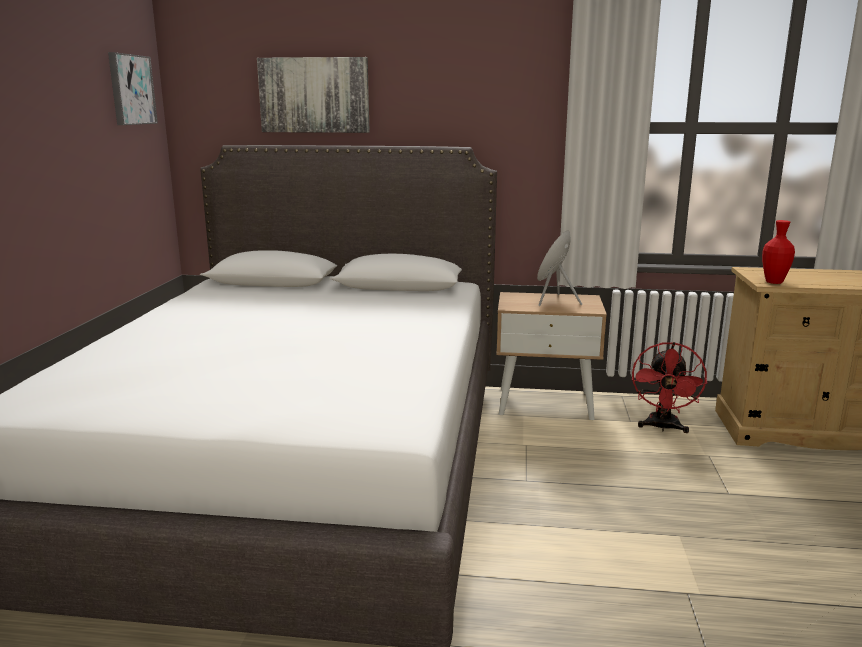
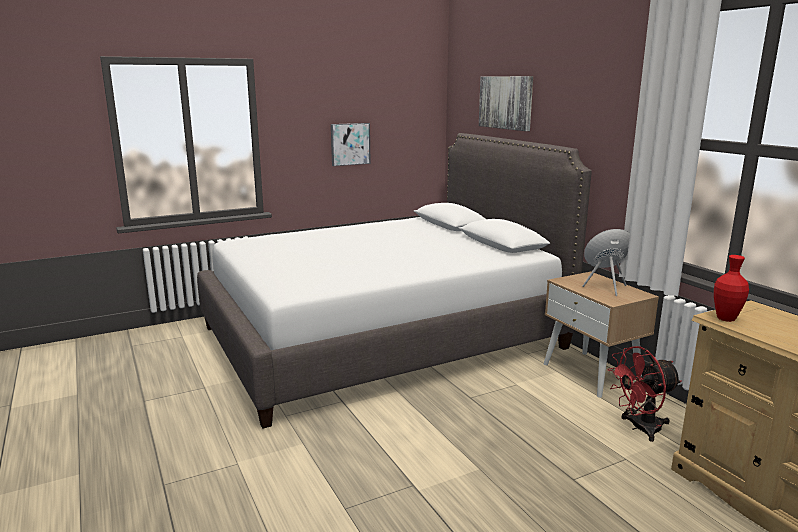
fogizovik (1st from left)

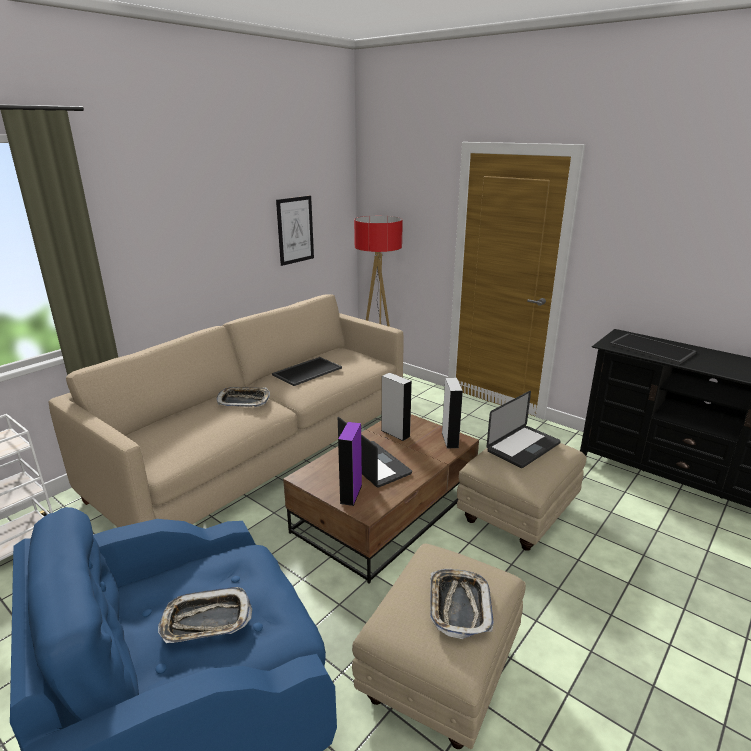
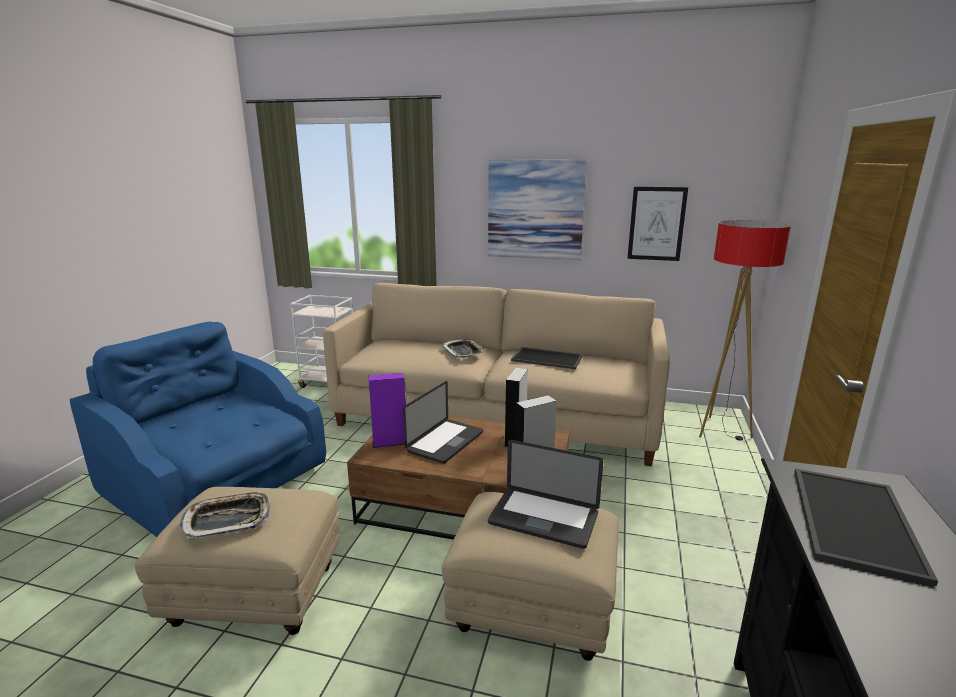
fogizovik (1st from left); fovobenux (1st from left in the first image)

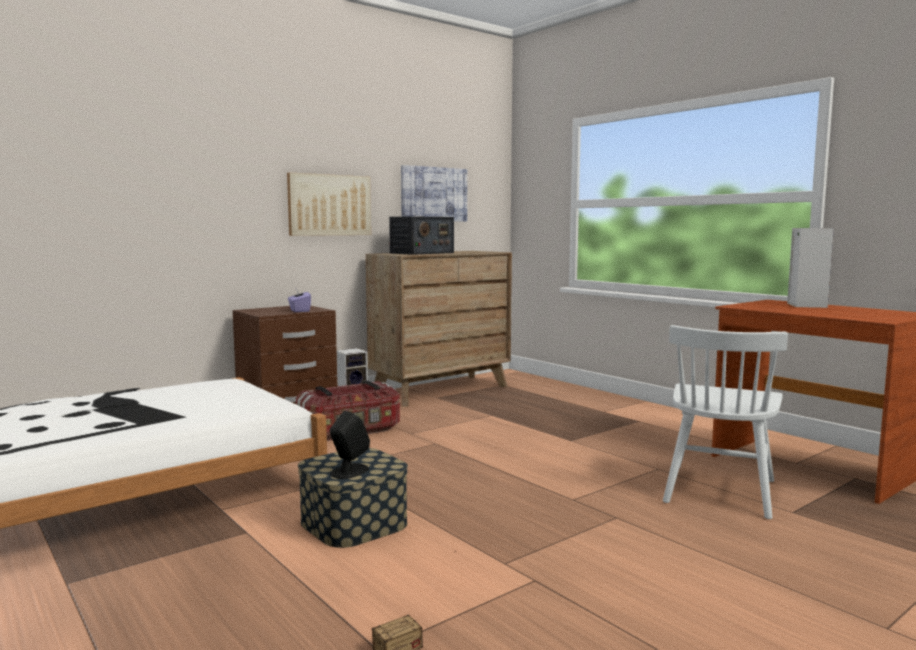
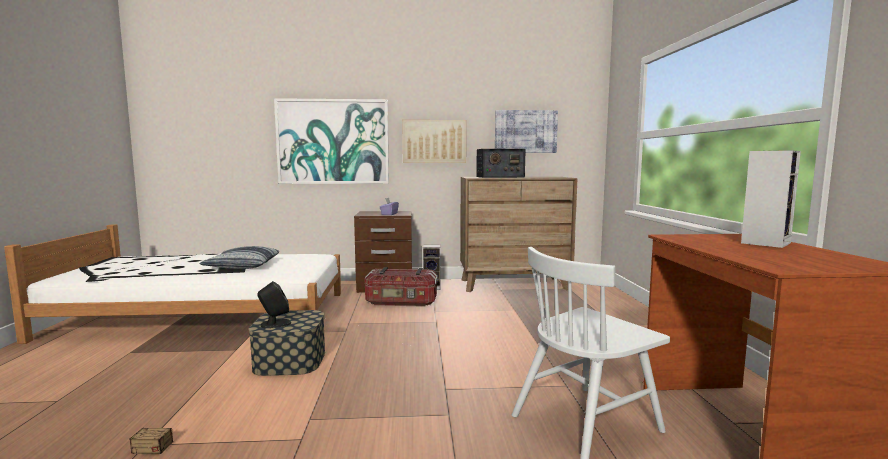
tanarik; fogizovik (1st from left)

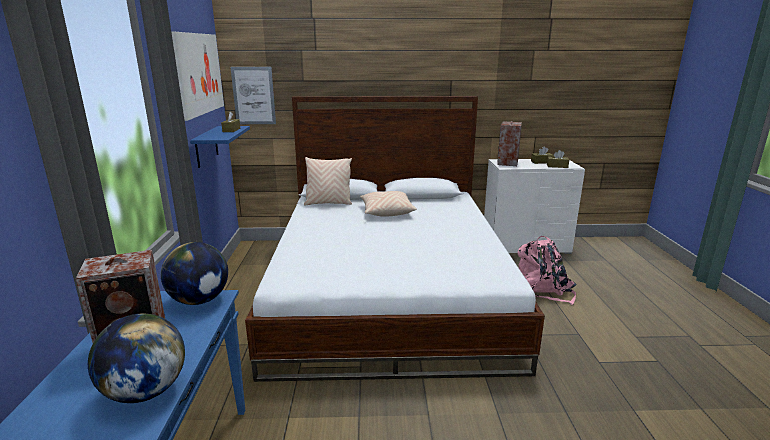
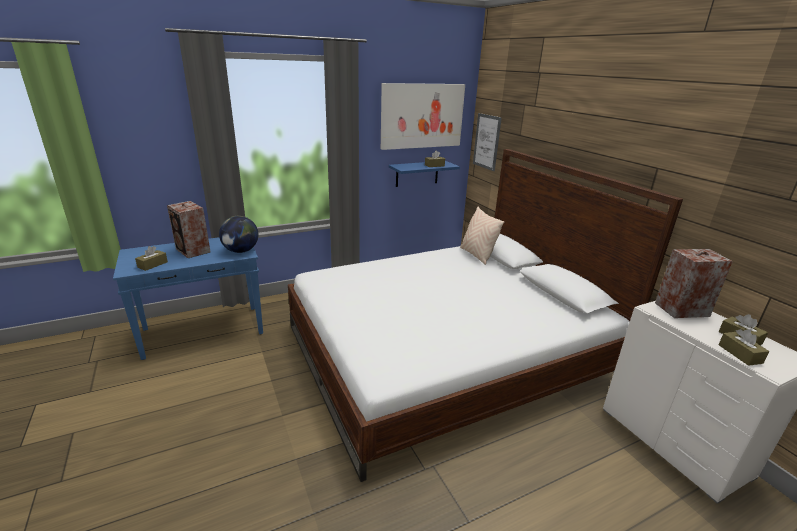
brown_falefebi (1st from left); beige_tanarik (2nd from left in the first image); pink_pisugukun

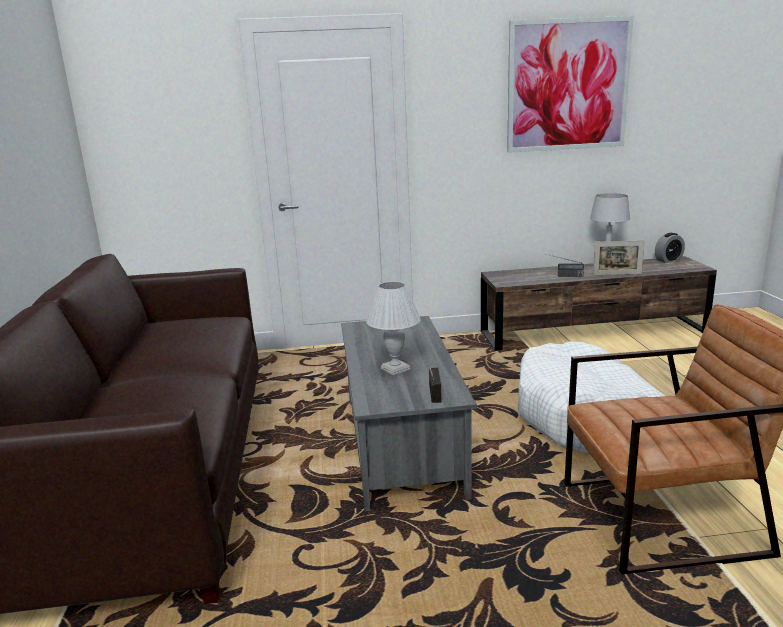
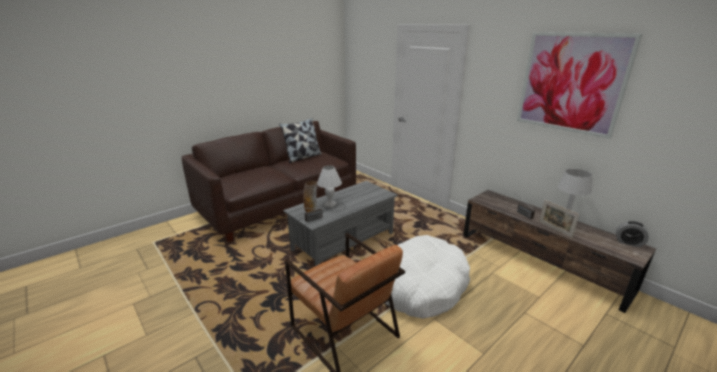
tanarik; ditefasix

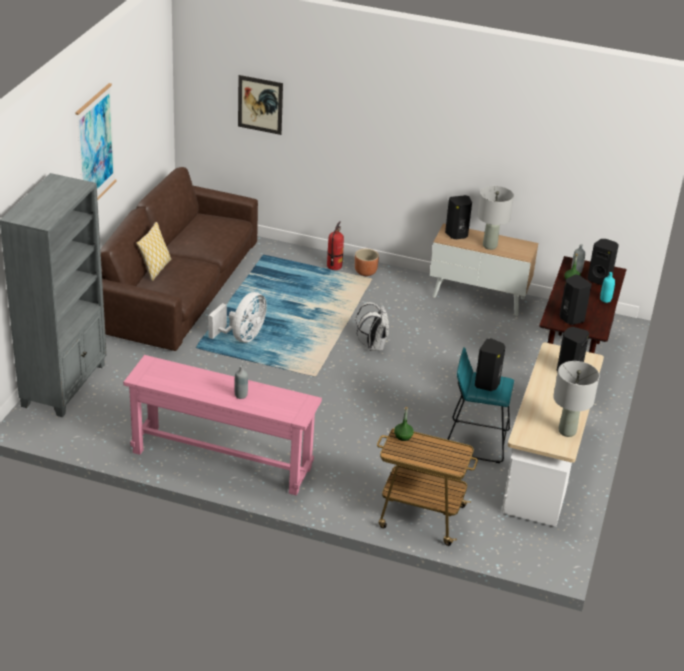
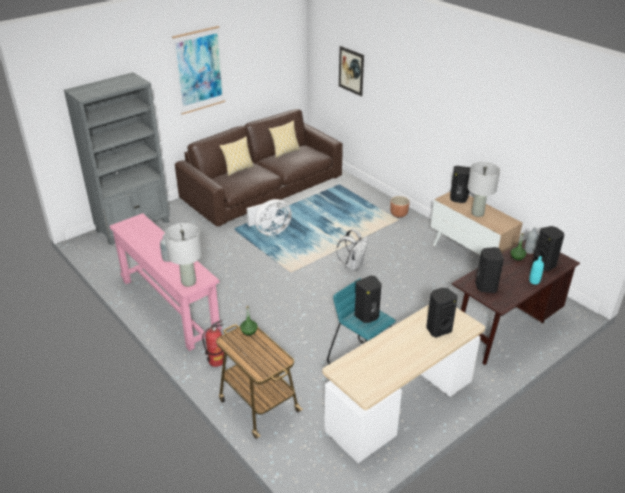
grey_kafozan (1st from left); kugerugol; tanarik (2nd from left)

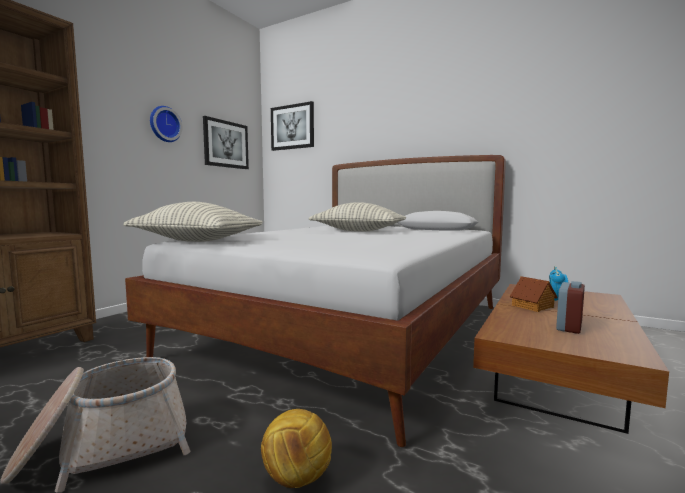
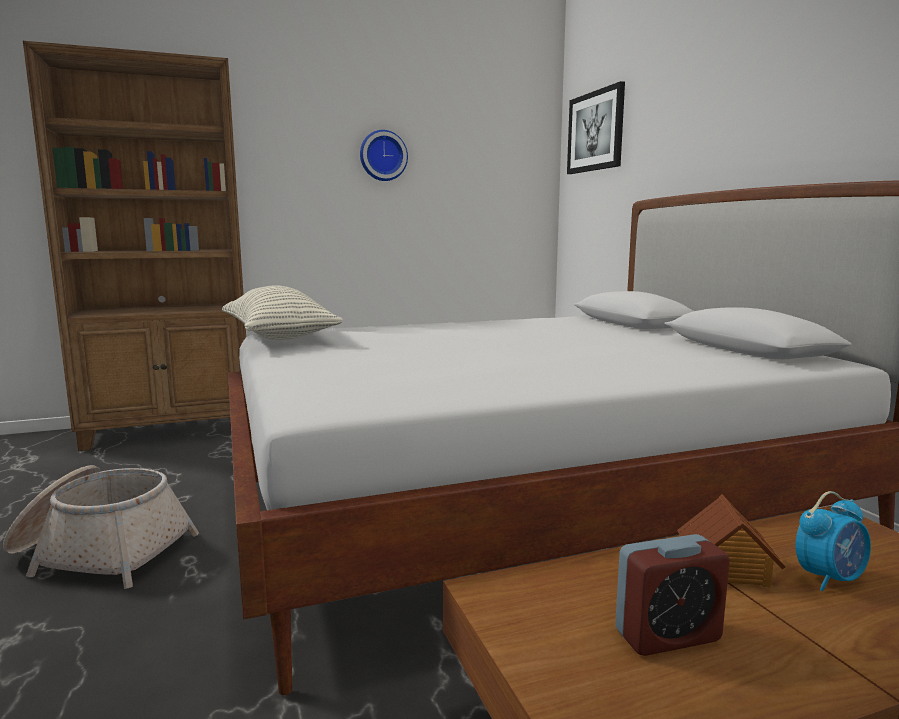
fogizovik (1st from left in the first image); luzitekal; tanarik (2nd from left in the first image)

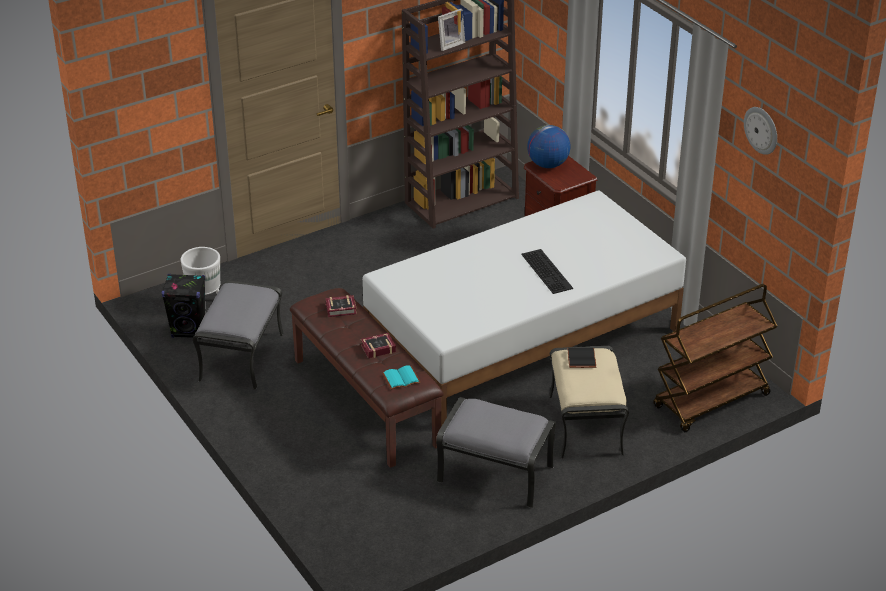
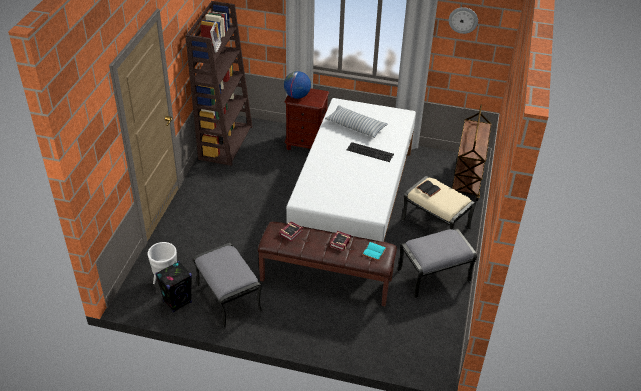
tanarik

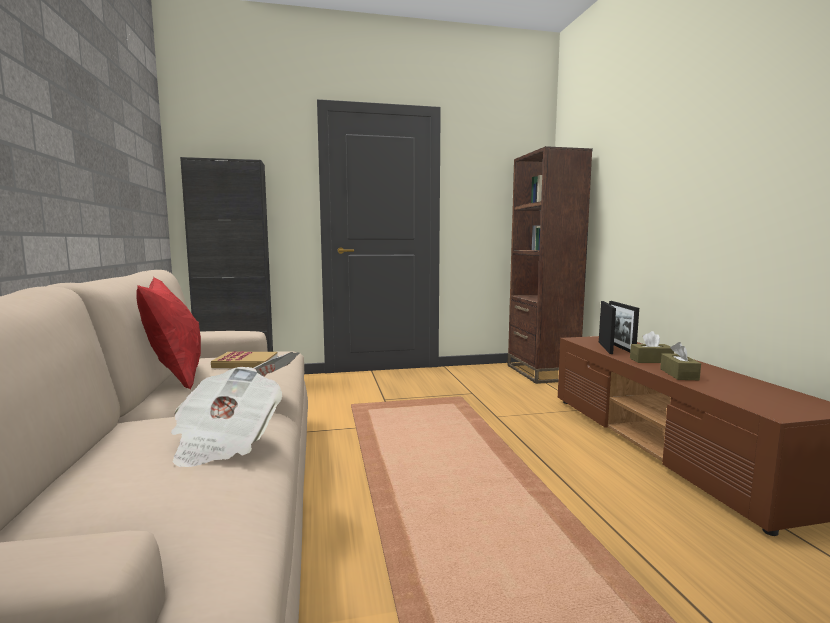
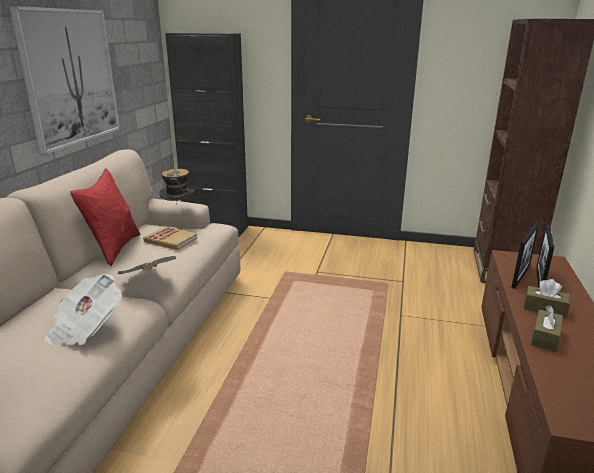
fogizovik; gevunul

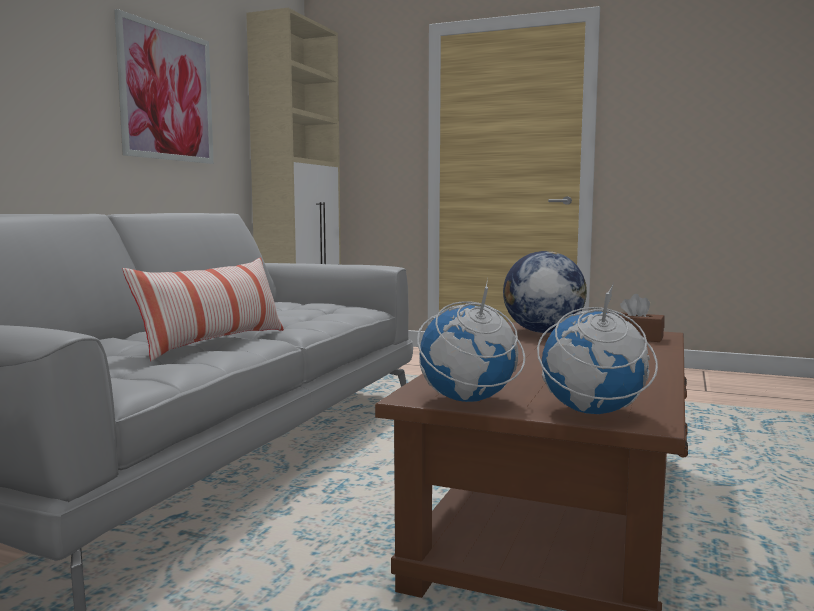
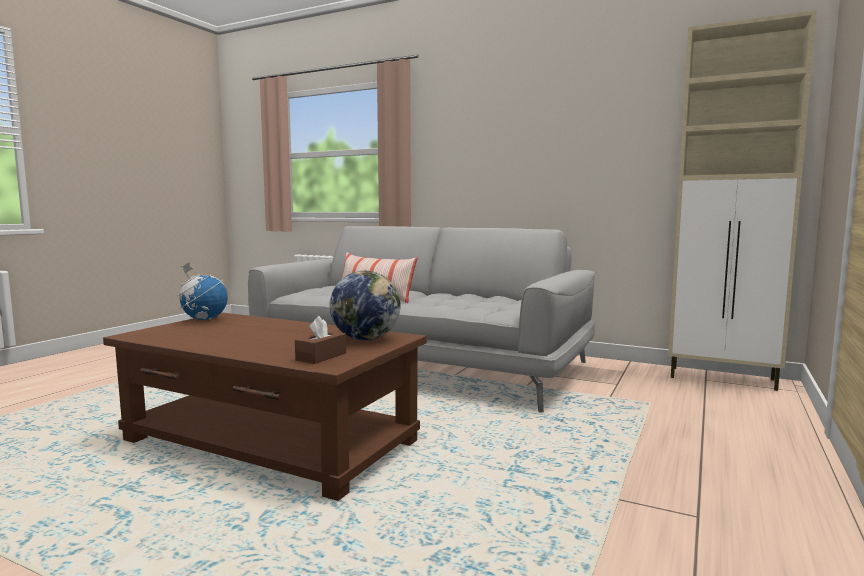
fogizovik; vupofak (3rd from left in the first image)

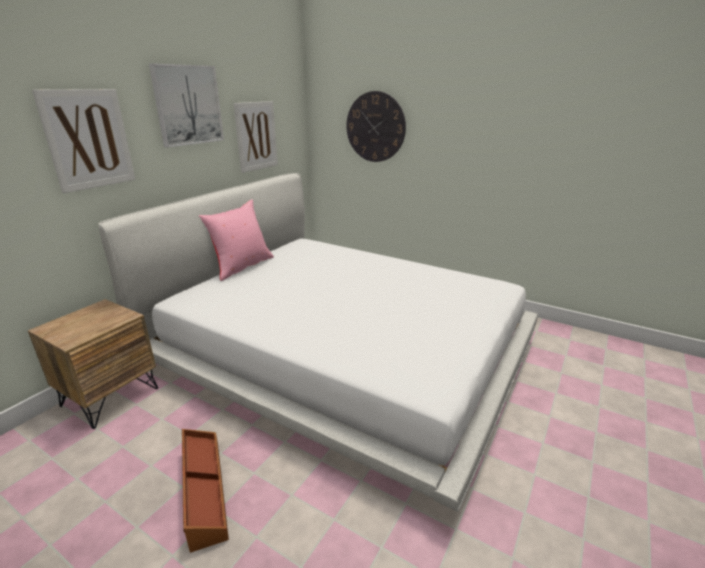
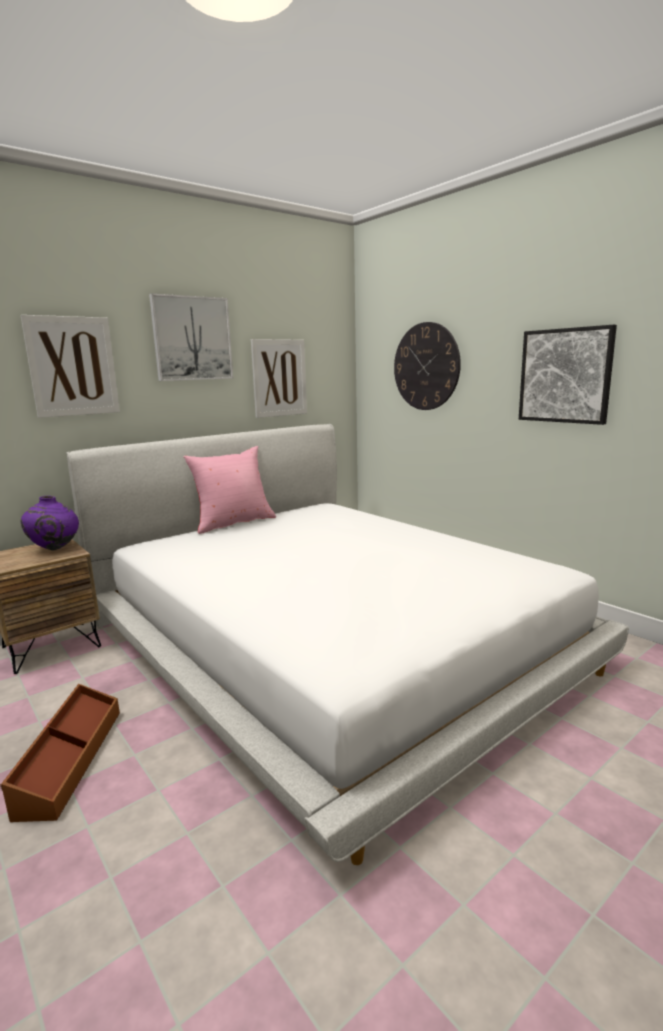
purple_ditefasix; fogizovik (4th from left)

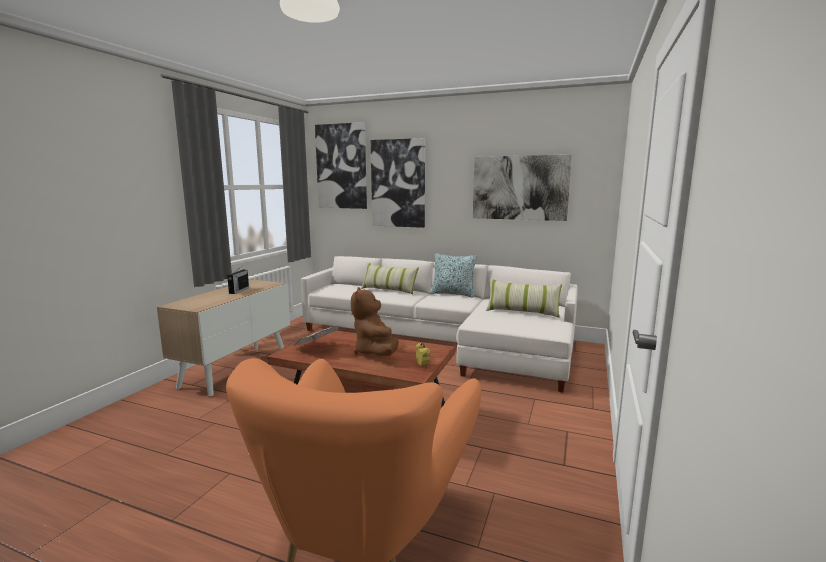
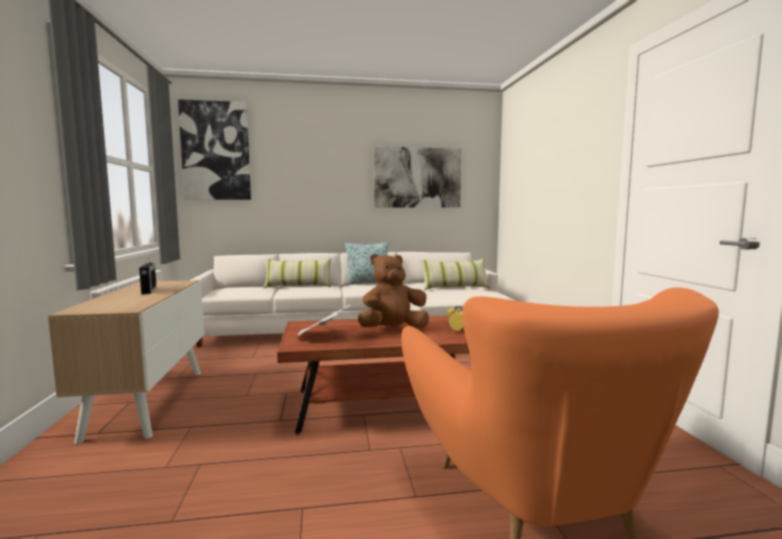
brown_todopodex; fogizovik (2nd from left in the first image)

